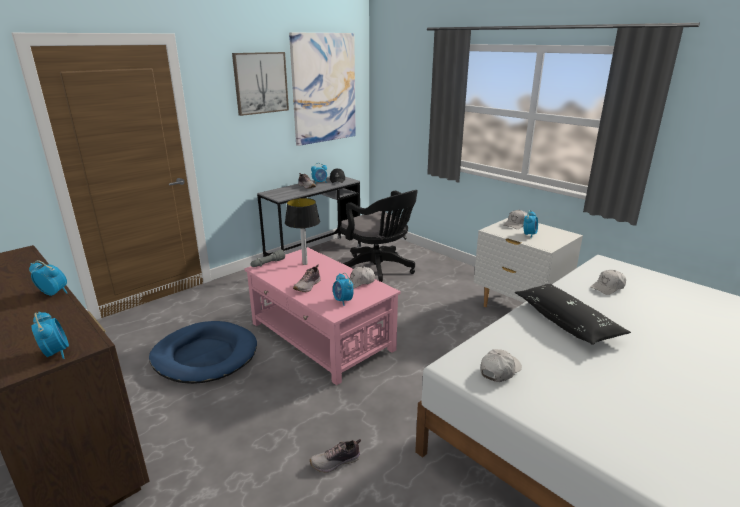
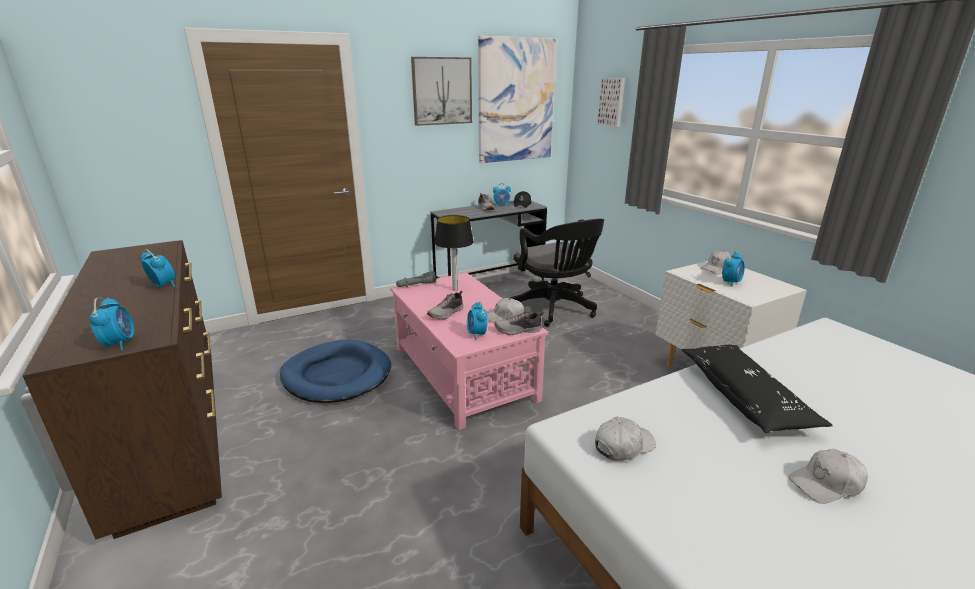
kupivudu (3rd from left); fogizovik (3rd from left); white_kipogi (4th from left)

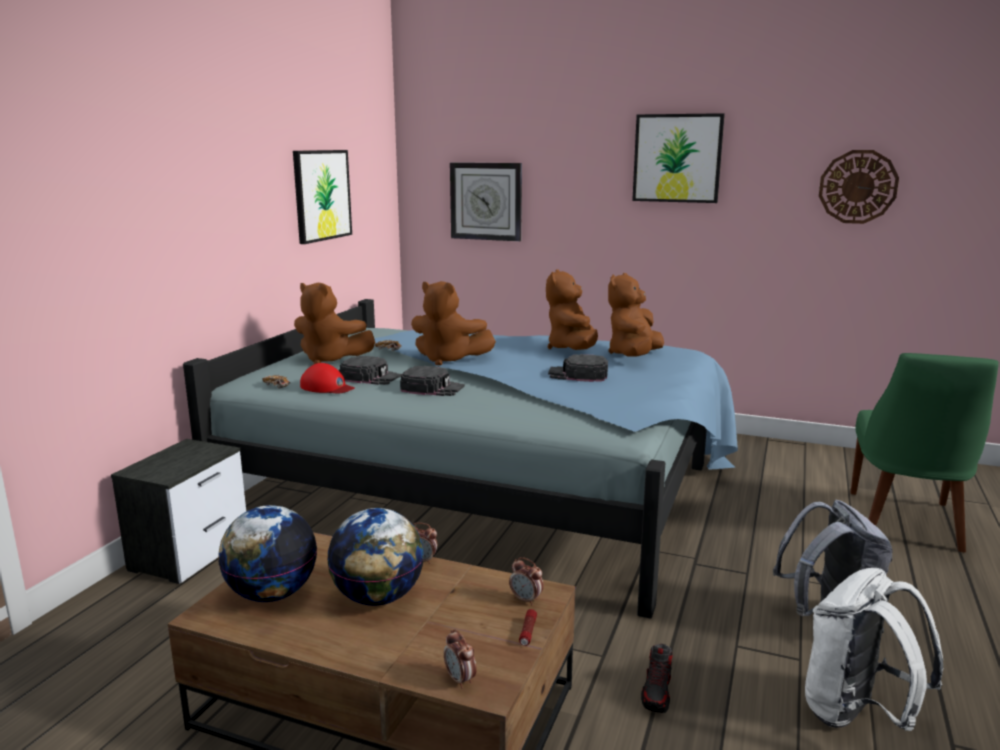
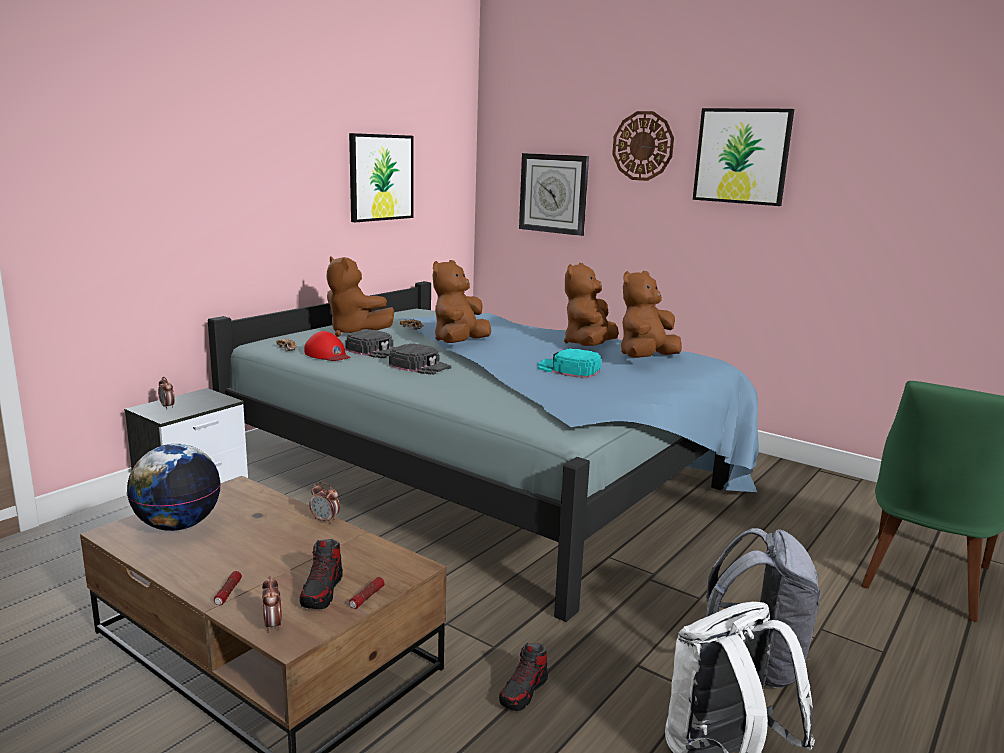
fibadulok (1st from left); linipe (1st from left); kupivudu (1st from left); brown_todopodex (2nd from left); turquoise_kipogi; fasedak (2nd from left); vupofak (2nd from left in the first image)

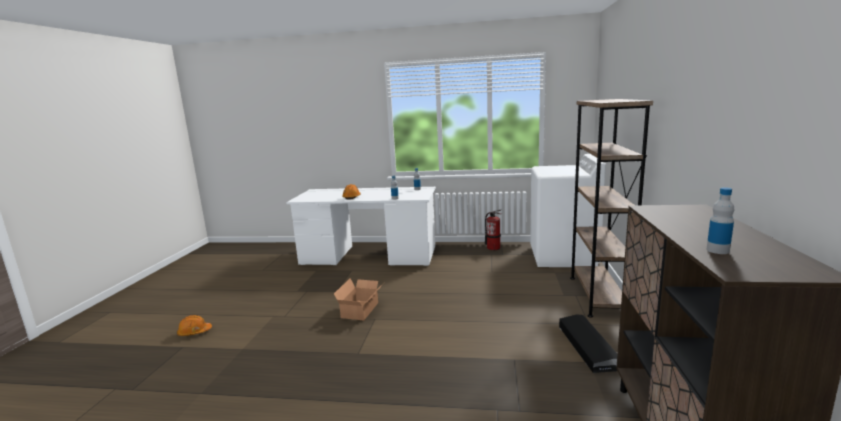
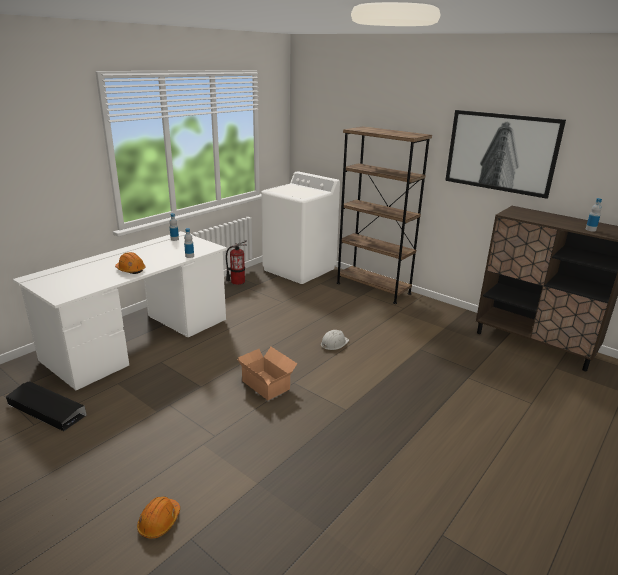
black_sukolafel; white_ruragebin; fogizovik

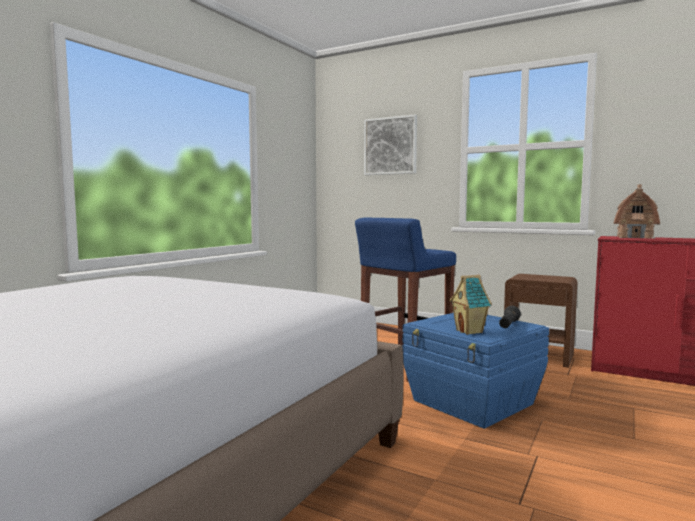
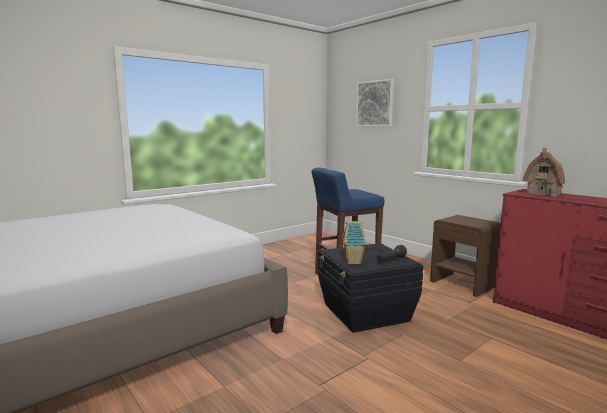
black_sukolafel

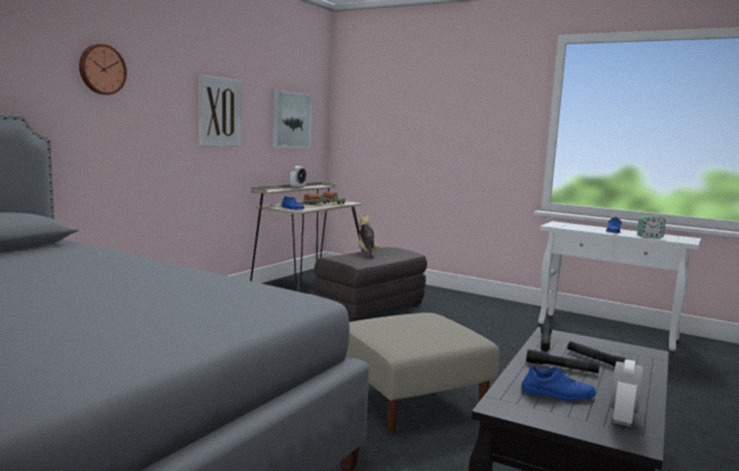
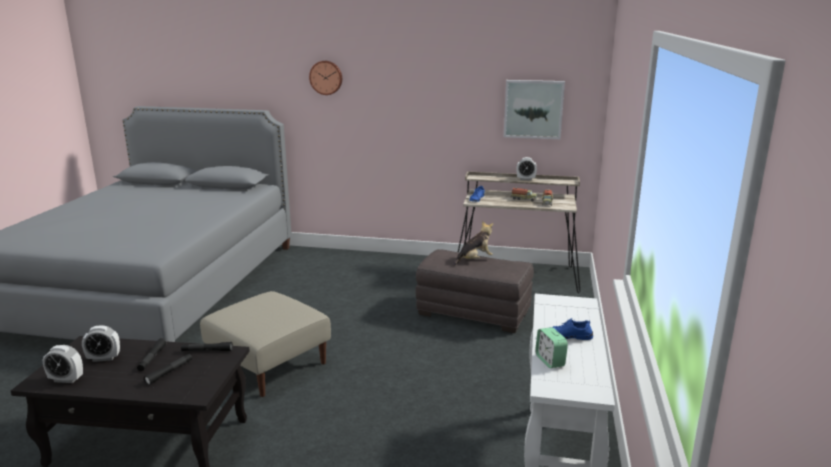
fibadulok (2nd from left); fogizovik (1st from left in the first image)

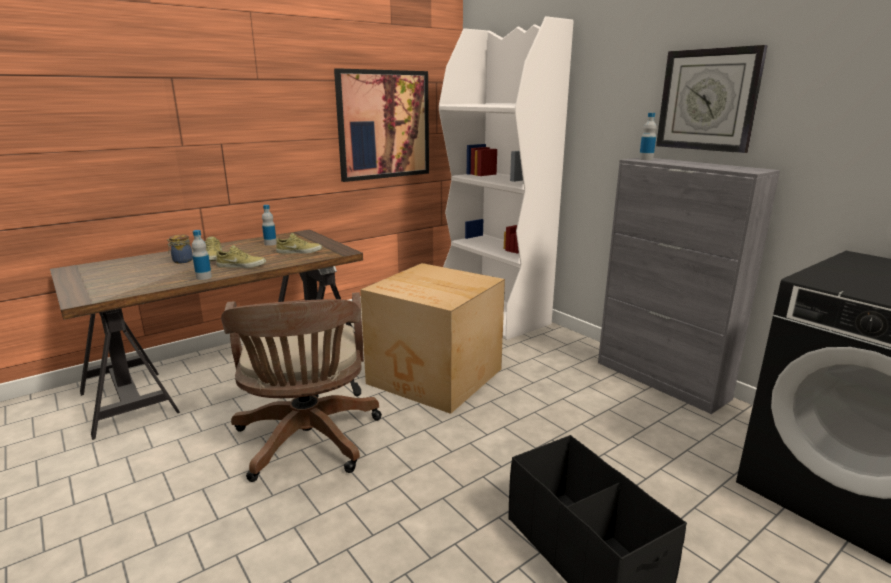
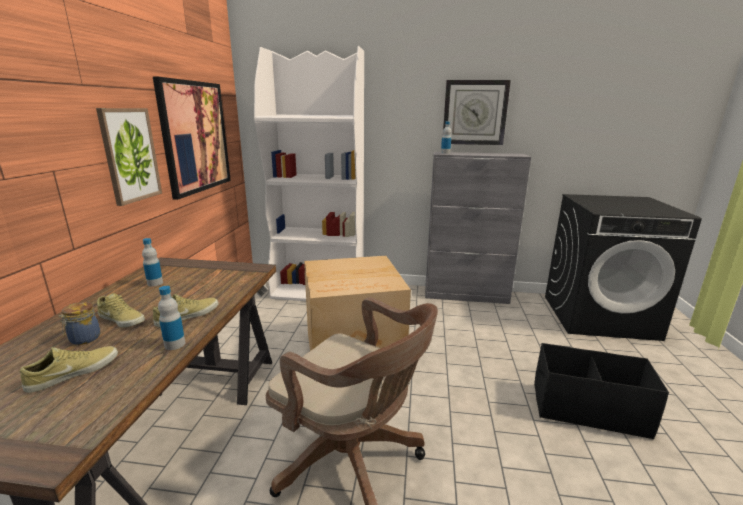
beige_kupivudu (1st from left); fogizovik (1st from left)

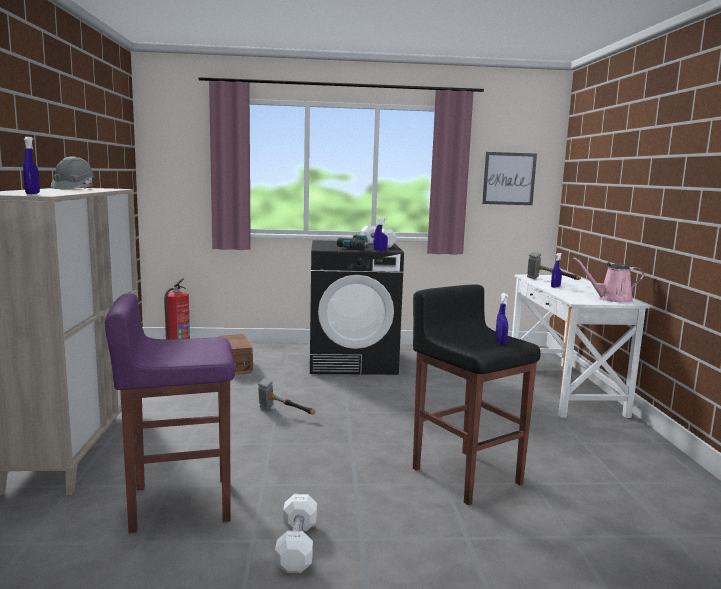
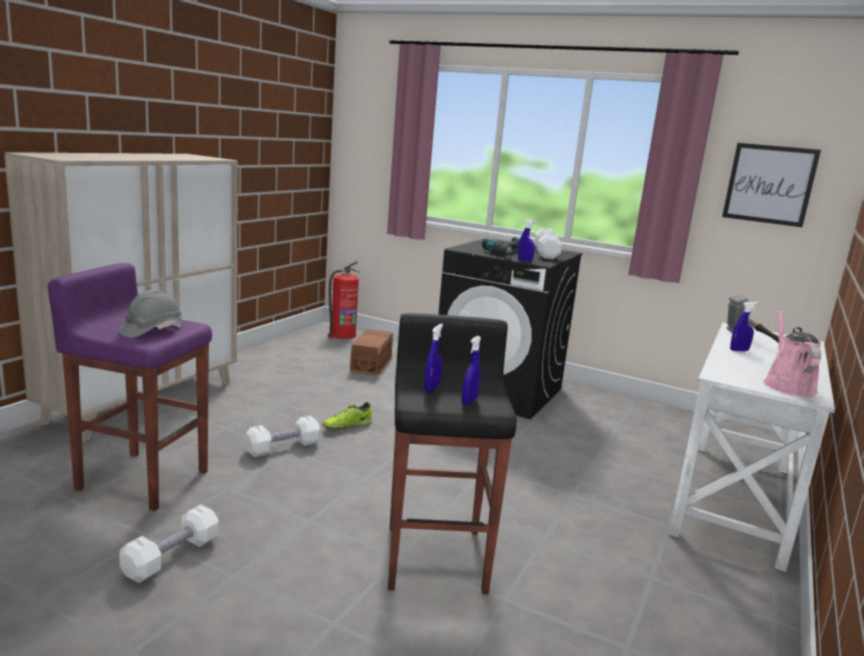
grey_ruragebin; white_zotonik (2nd from left); kupivudu; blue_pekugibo (1st from left); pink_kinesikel

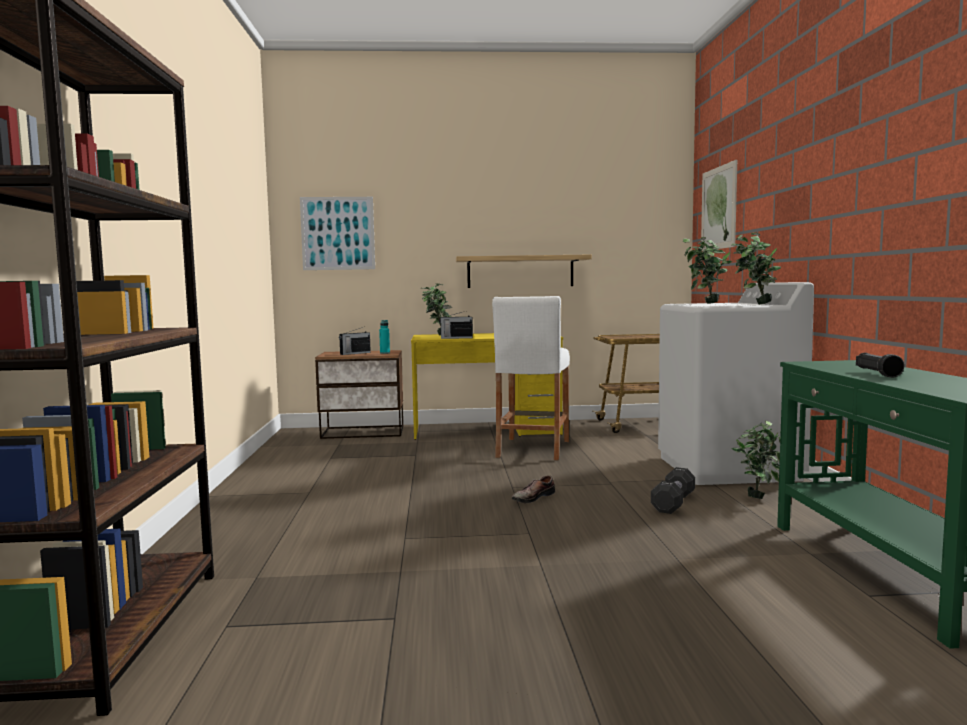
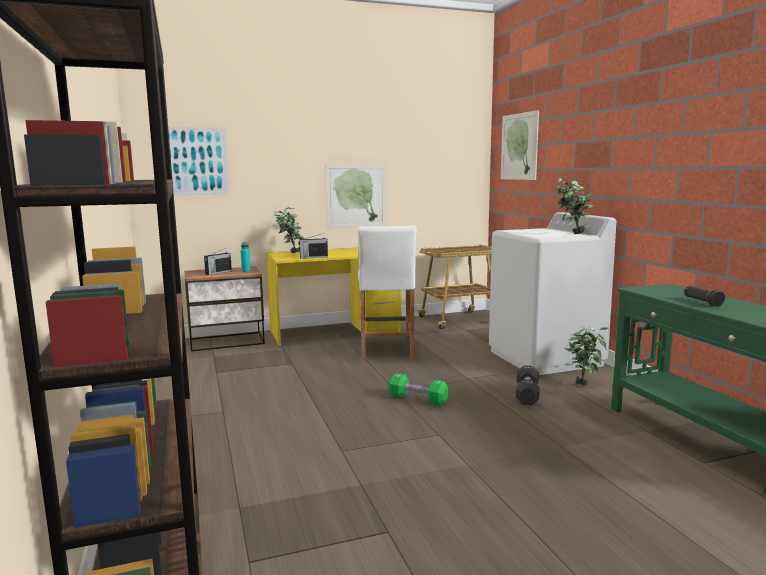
fogizovik (2nd from left); green_zotonik; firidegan (2nd from left in the first image)

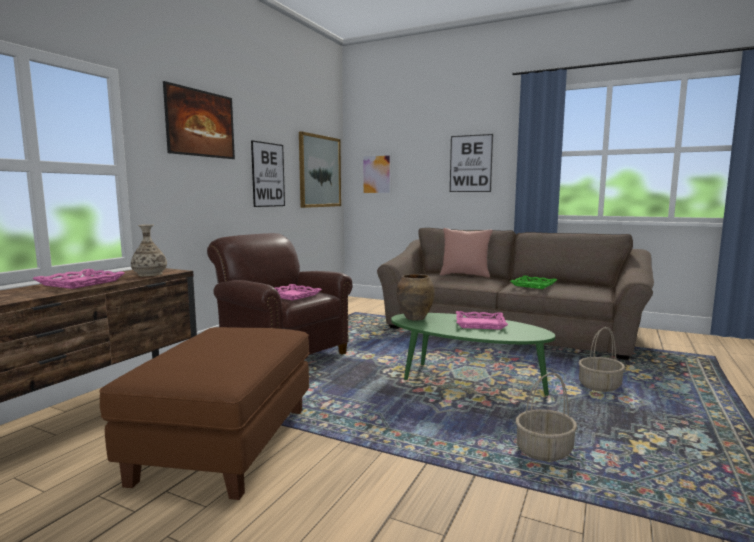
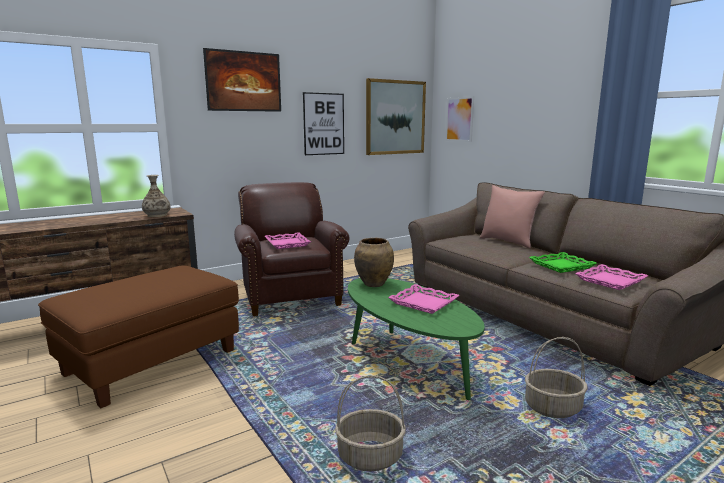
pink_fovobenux (3rd from left); fogizovik (5th from left in the first image)

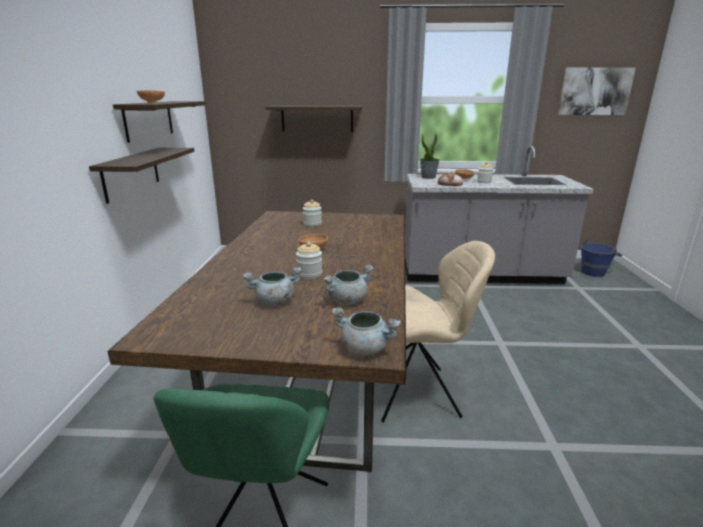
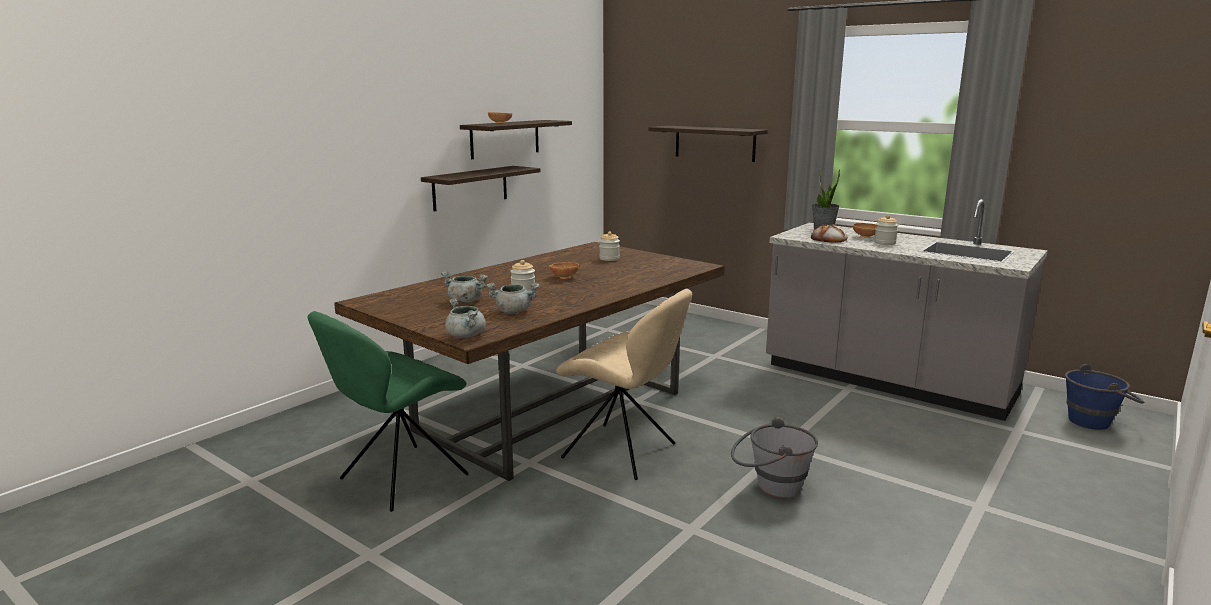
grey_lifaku; fogizovik

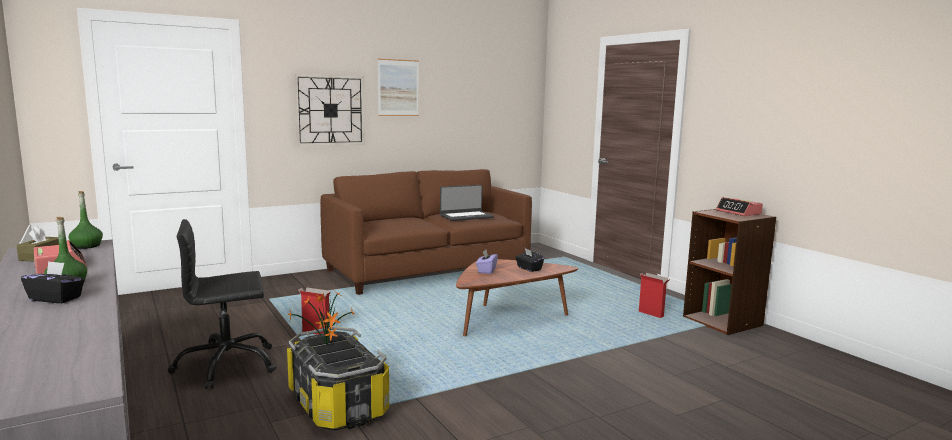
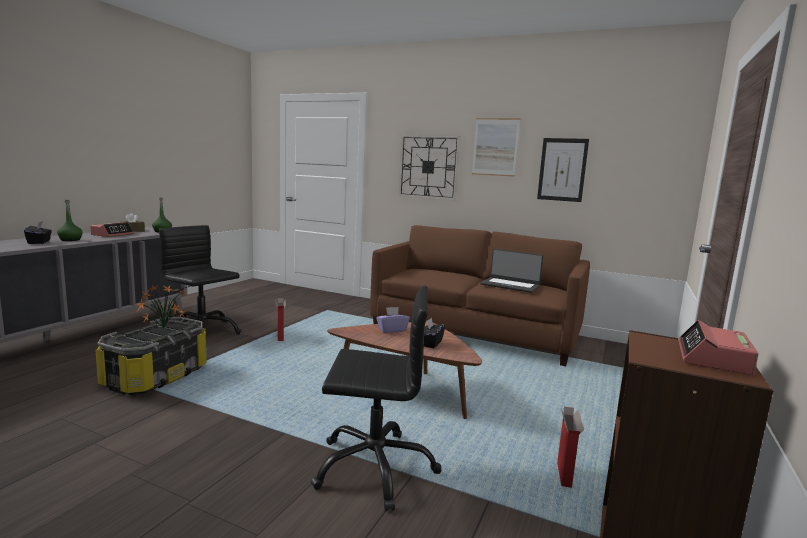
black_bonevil (2nd from left); fogizovik (2nd from left)

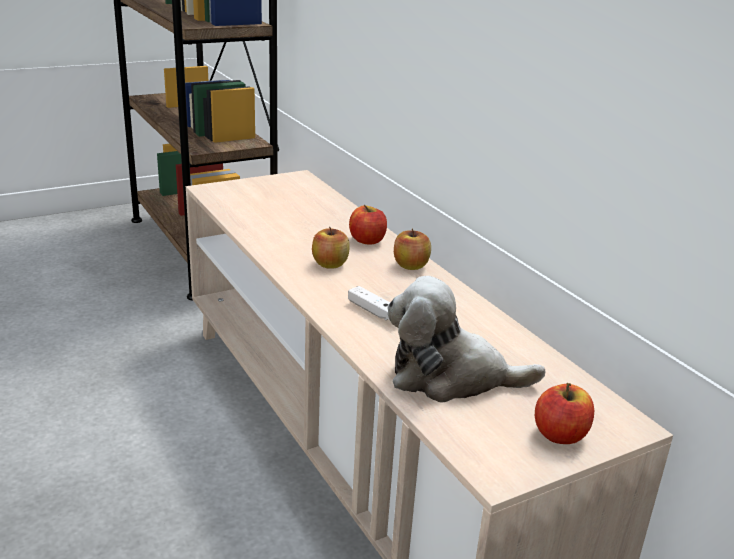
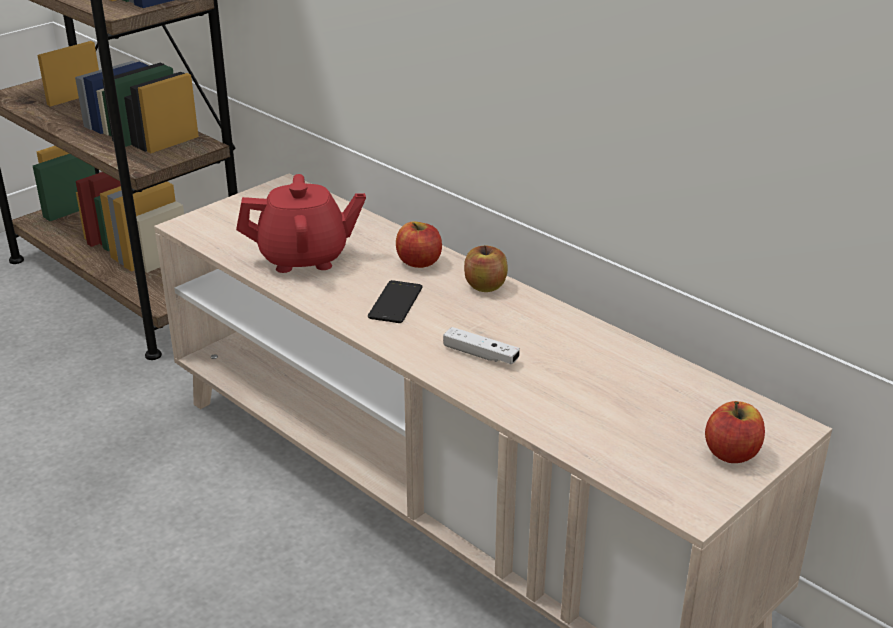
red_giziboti; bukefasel; todopodex

